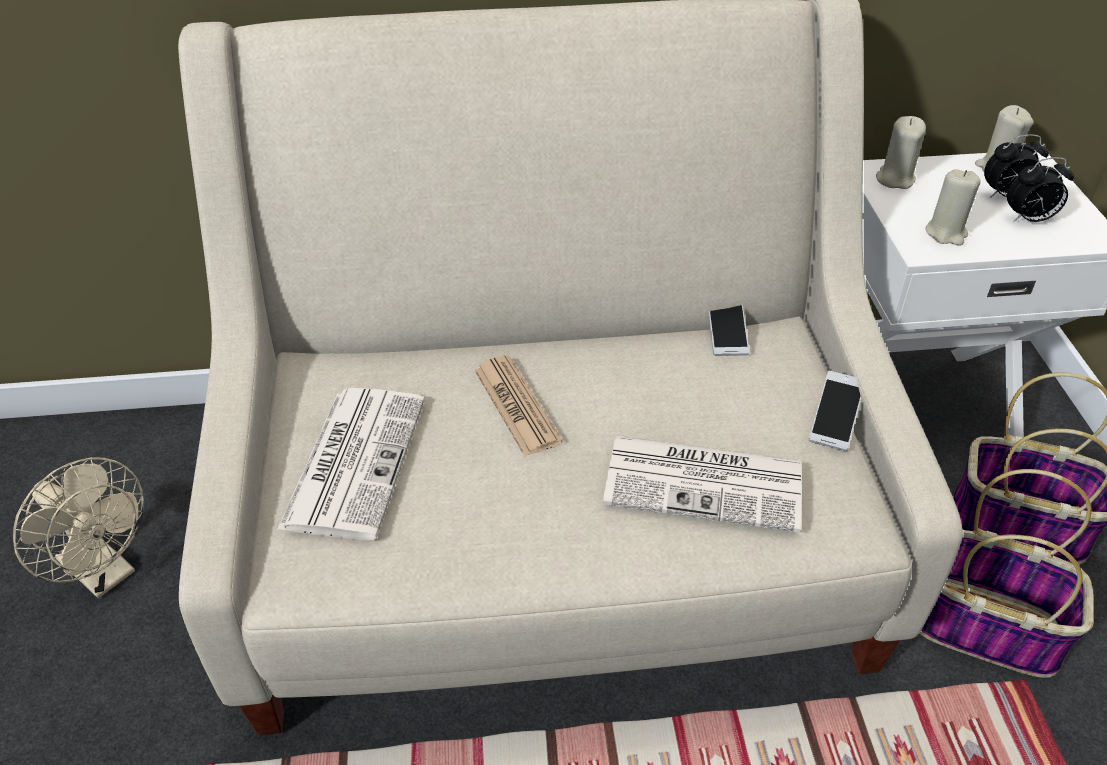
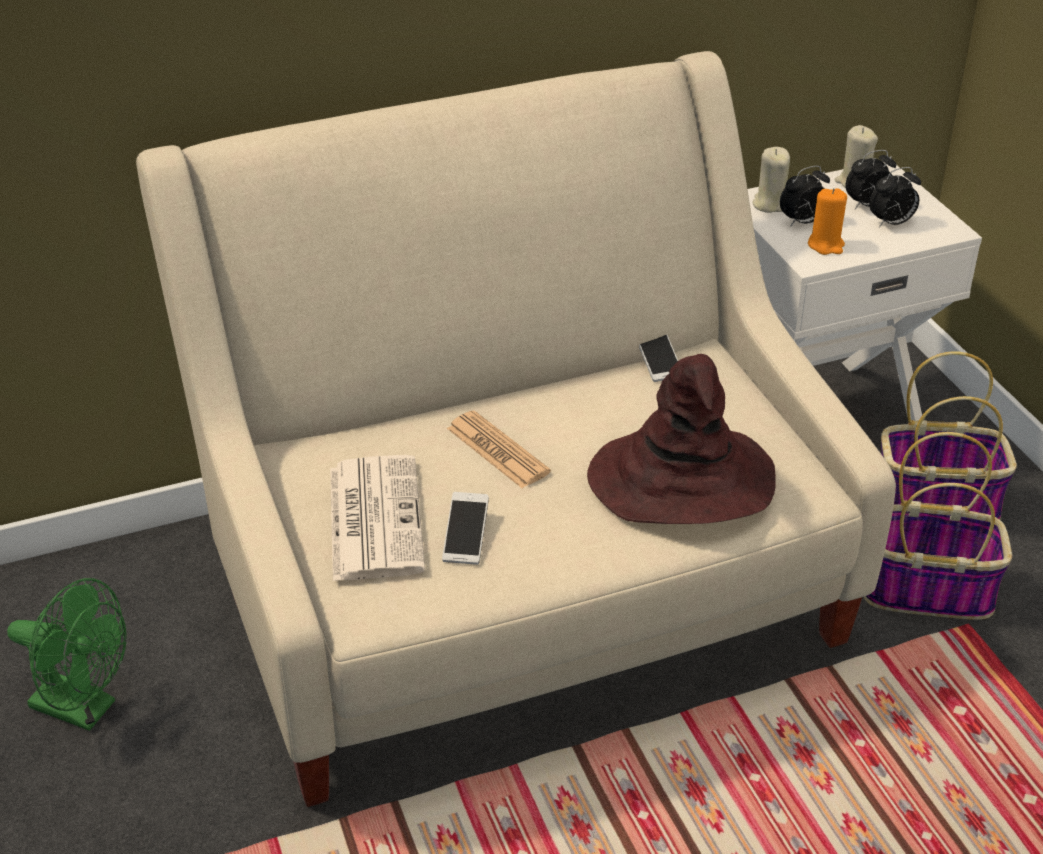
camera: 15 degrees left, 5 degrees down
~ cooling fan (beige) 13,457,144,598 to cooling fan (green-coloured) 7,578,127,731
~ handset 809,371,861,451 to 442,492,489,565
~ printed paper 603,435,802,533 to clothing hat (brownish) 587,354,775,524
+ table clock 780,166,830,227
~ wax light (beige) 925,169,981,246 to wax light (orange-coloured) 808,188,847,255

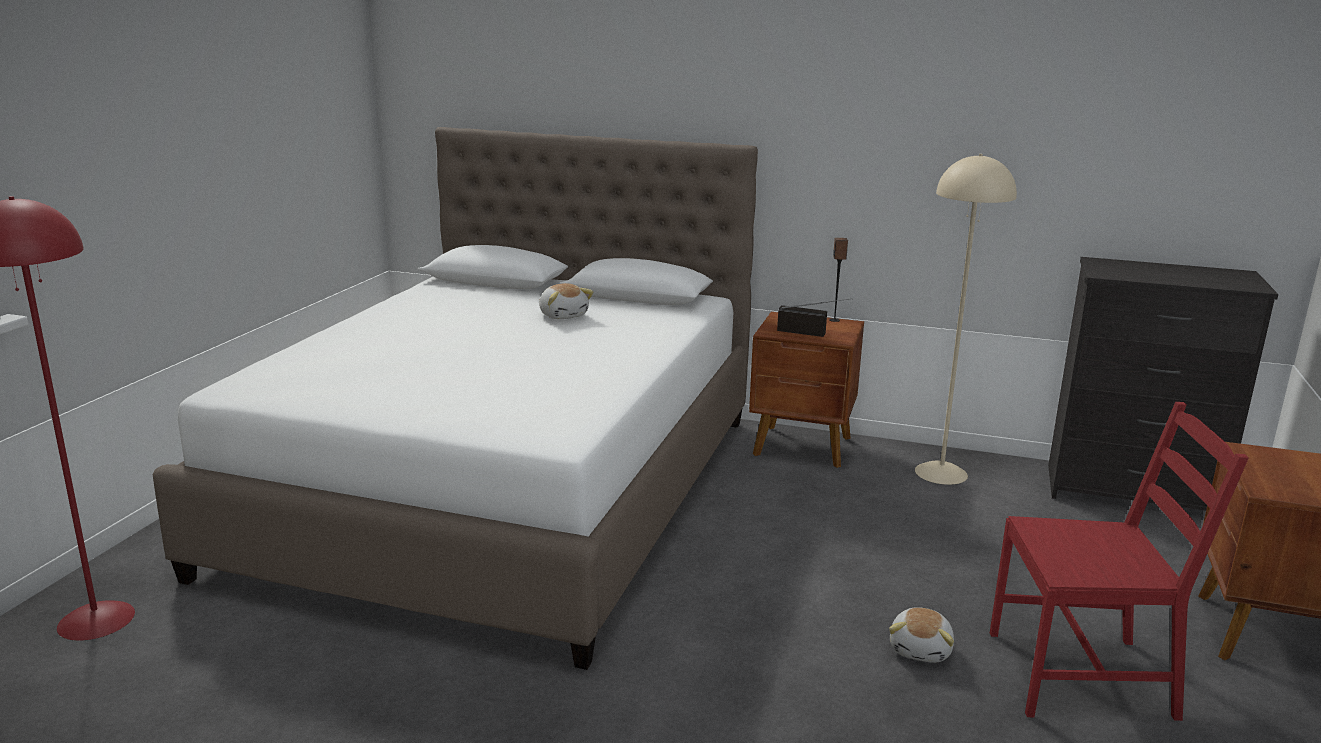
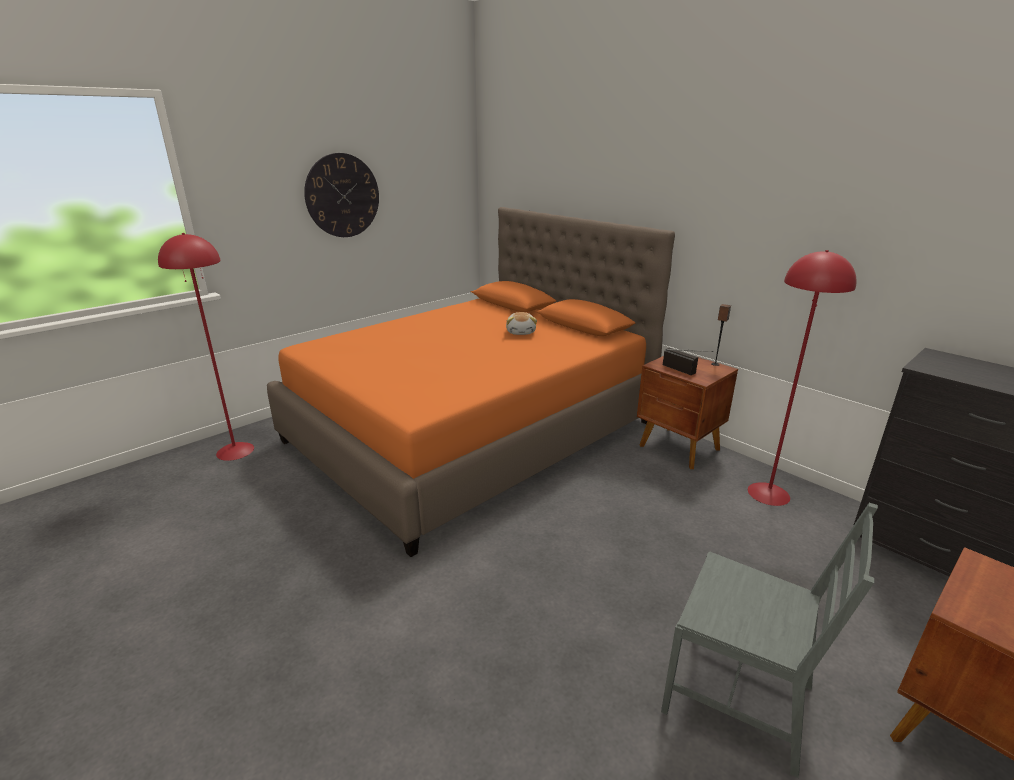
camera: 30 degrees right, 5 degrees up
~ bed (whitish) 153,127,758,670 to bed (orange-coloured) 267,207,675,557
+ hanging clock 304,153,379,237
~ plain chair (reddish) 990,402,1249,721 to plain chair (greyish) 661,503,878,778
~ standing lamp (beige) 915,154,1017,485 to standing lamp (reddish) 748,250,856,506
- plush toy 889,607,954,663

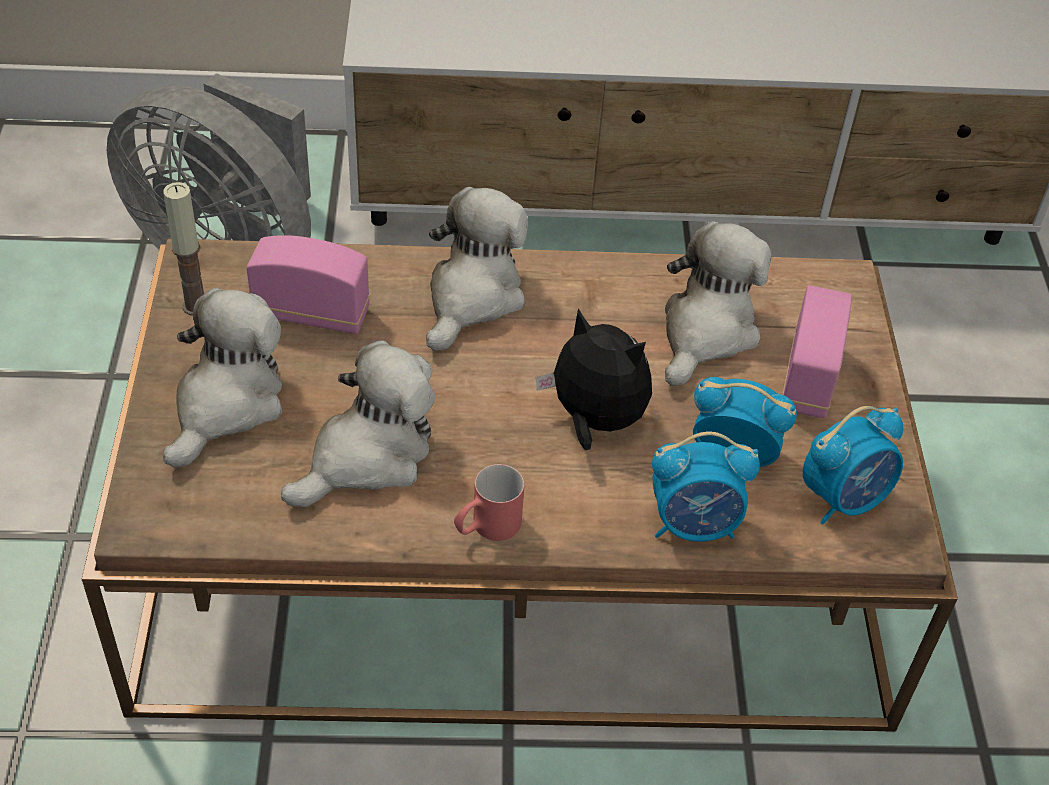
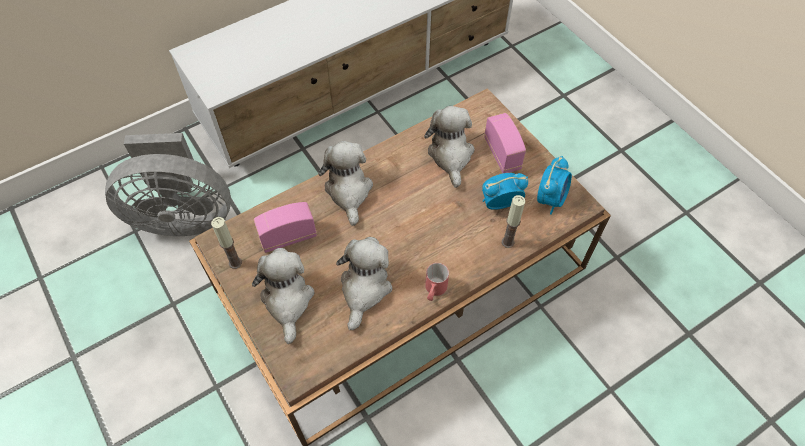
camera: 30 degrees left, 10 degrees up
~ table clock 652,431,760,542 to wax light 502,195,526,248
- plush toy 536,308,652,450

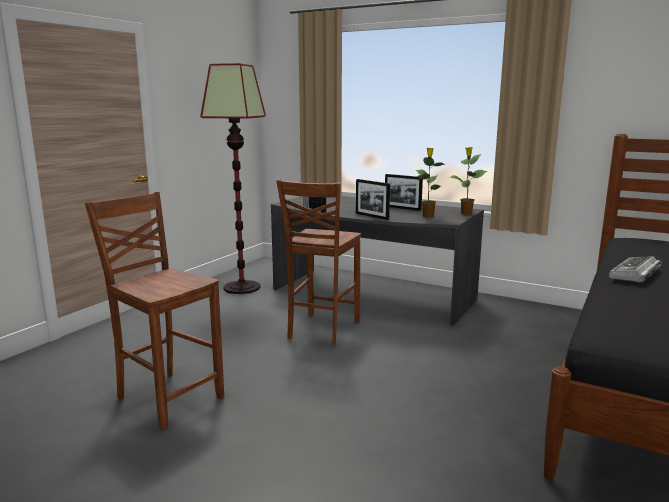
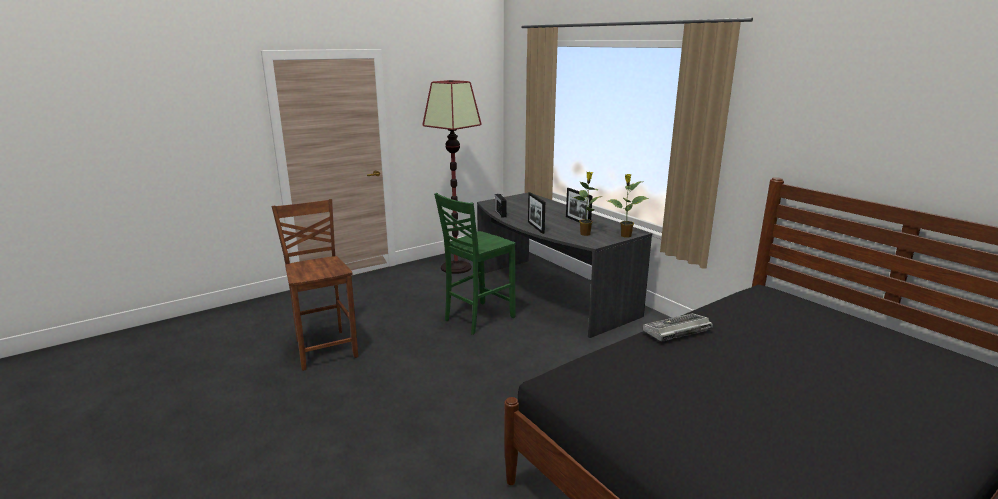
camera: 25 degrees right, 5 degrees up
~ plain chair (brownish) 276,179,361,346 to plain chair (green-coloured) 434,193,516,335

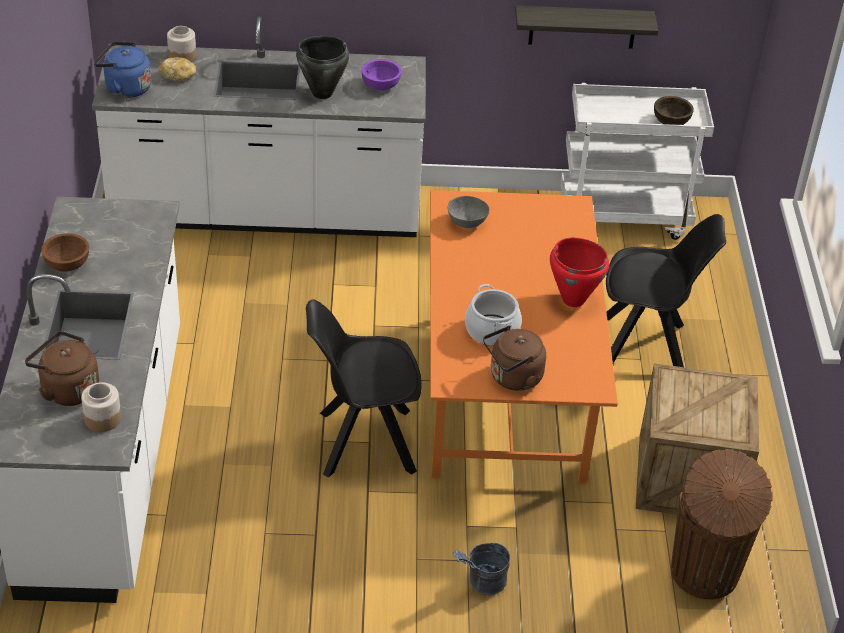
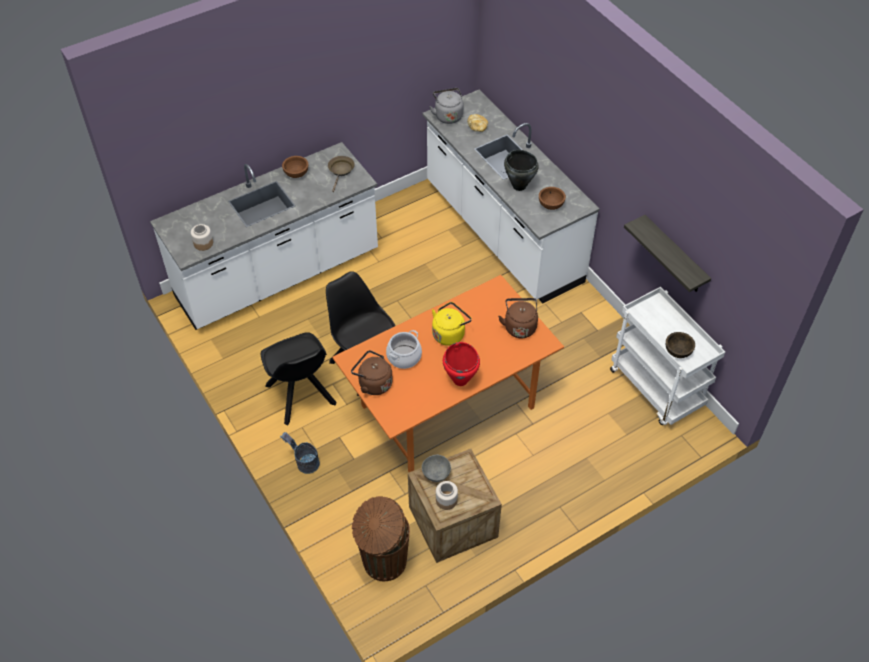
camera: 60 degrees right, 10 degrees up
~ plain chair (black-coloured) 606,214,726,367 to 261,332,337,425
+ frying pan (brownish) 328,156,355,192
~ deep dish (greyish) 448,196,490,228 to 422,455,451,482
~ kettle (blue) 94,42,152,98 to kettle (greyish) 429,88,463,124
+ kettle (yellow) 432,302,472,346
~ jar 167,26,196,62 to 436,481,458,510
~ kettle (brownish) 25,331,99,406 to 498,298,538,338
~ deep dish (purplish) 361,59,402,90 to deep dish (brownish) 539,187,566,210

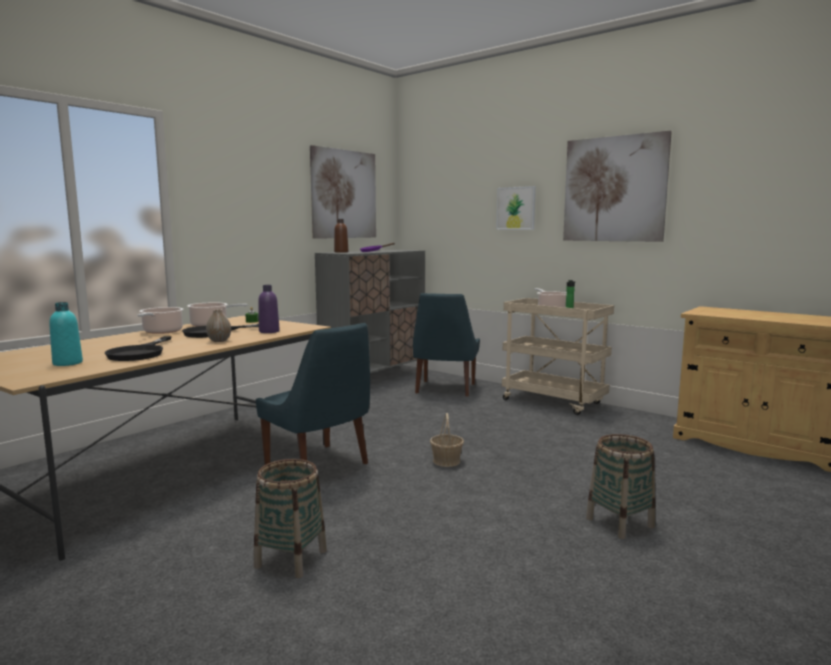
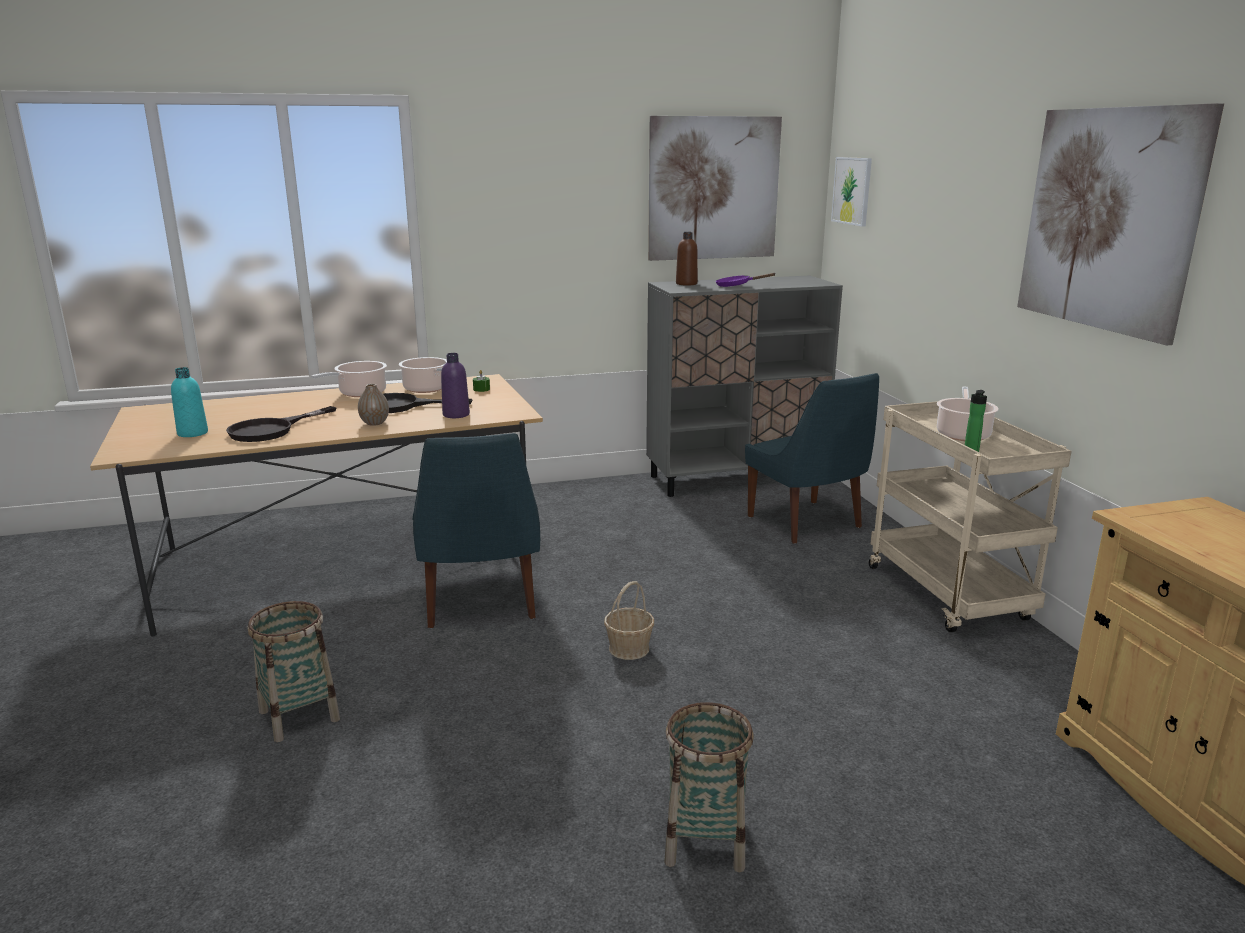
camera: 35 degrees right, 10 degrees up
~ plain chair (blue) 413,293,480,397 = 745,373,879,544 75 degrees counterclockwise
~ wall art 496,186,536,230 to 831,157,872,227

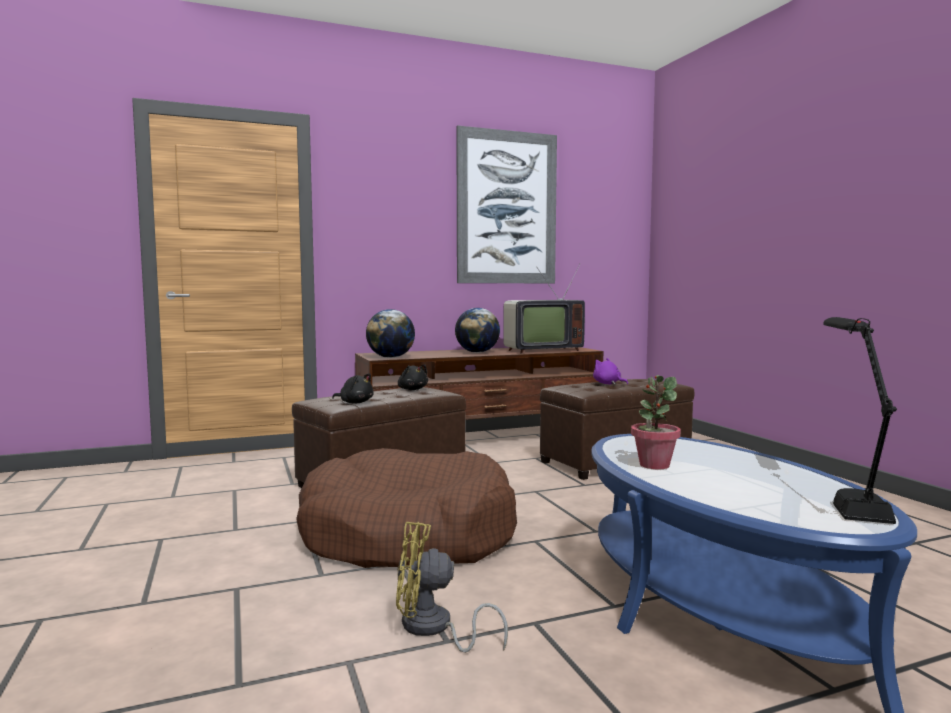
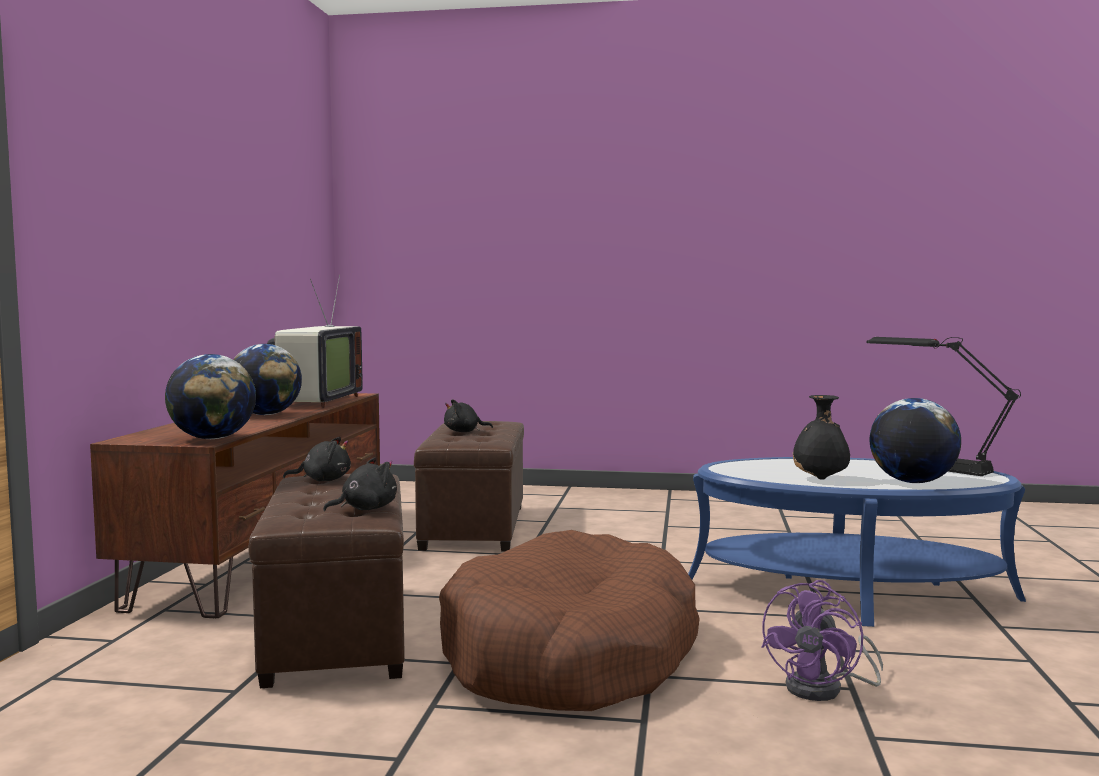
camera: 60 degrees left, 0 degrees up
~ plush toy (purplish) 593,358,628,385 to plush toy (black-coloured) 444,399,493,432
~ cooling fan (yellow) 396,522,508,653 to cooling fan (purplish) 761,580,883,701
~ houseplant 631,375,681,469 to decorative vase (black-coloured) 793,395,850,480
+ desk globe 870,398,961,483
- wall art 456,125,557,283

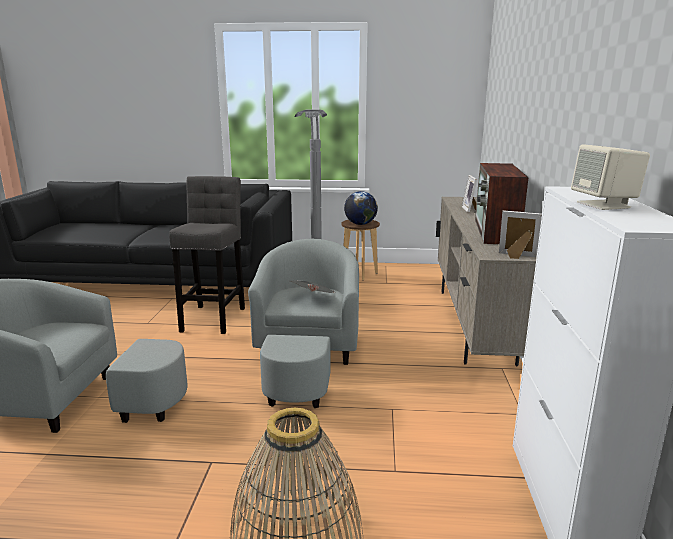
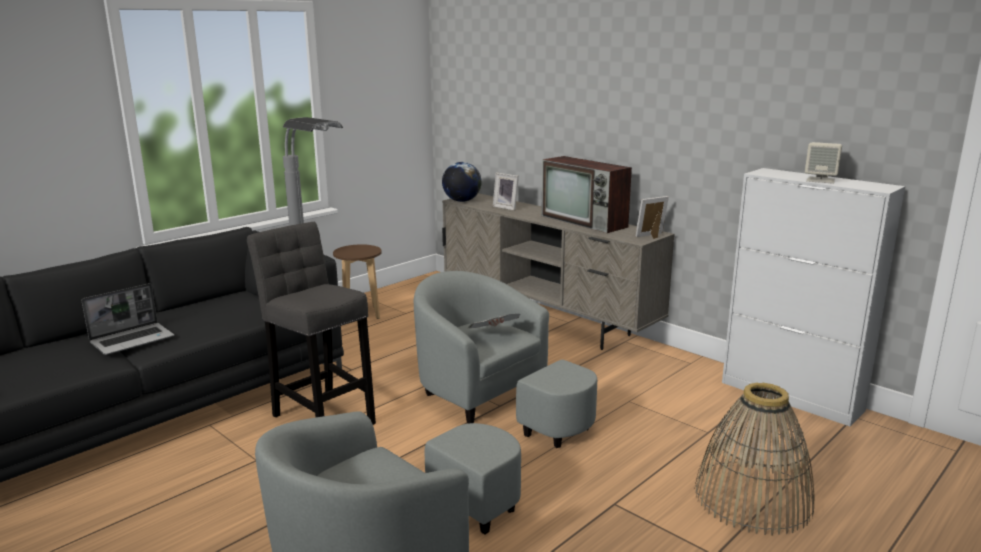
camera: 50 degrees left, 0 degrees up
+ portable computer 82,283,174,355
~ desk globe 344,191,378,225 to 442,162,482,202

